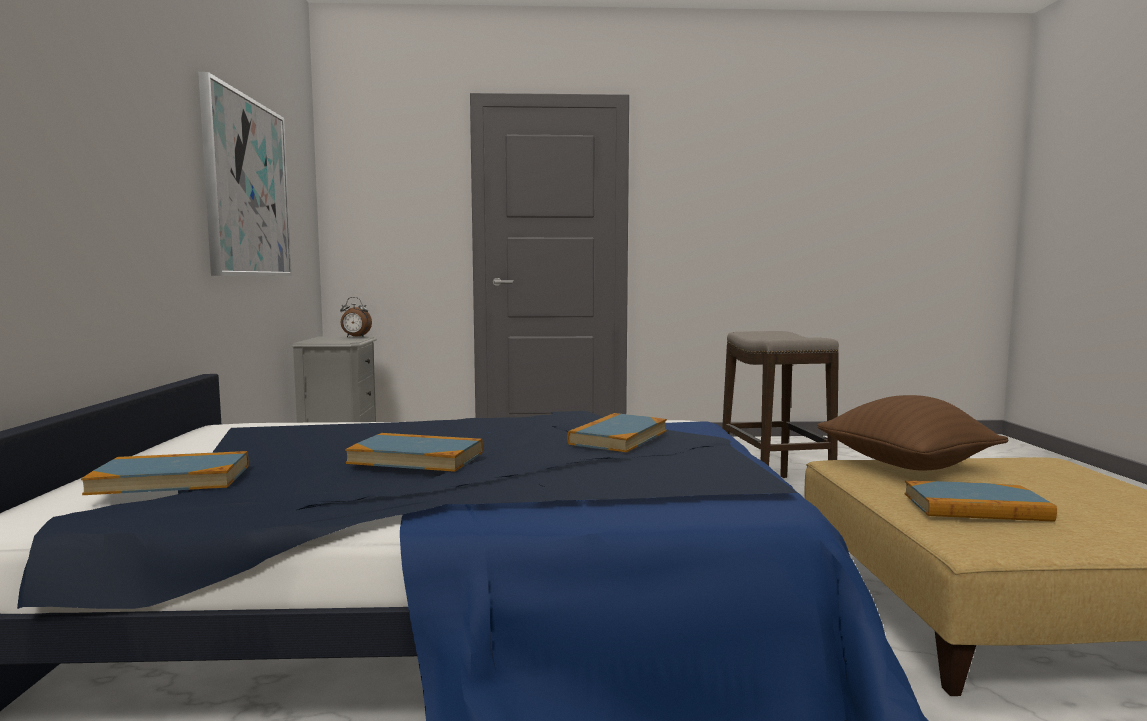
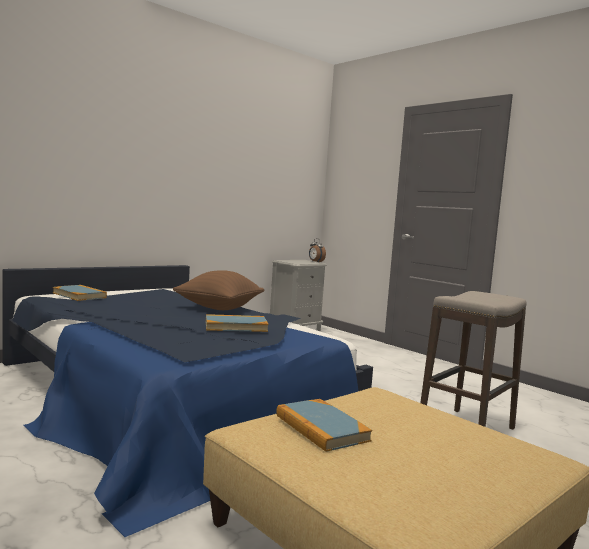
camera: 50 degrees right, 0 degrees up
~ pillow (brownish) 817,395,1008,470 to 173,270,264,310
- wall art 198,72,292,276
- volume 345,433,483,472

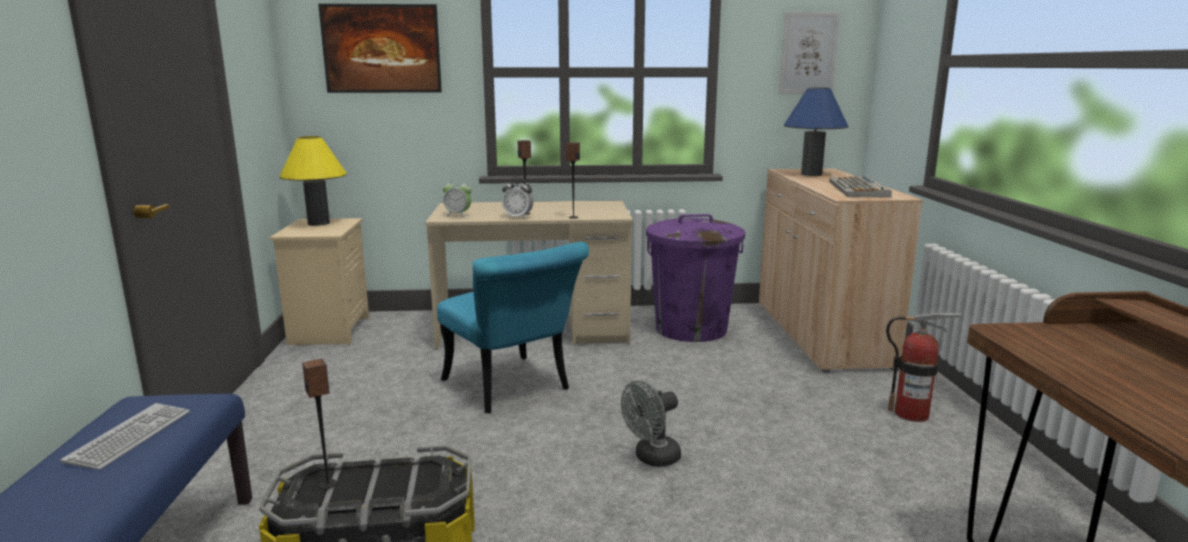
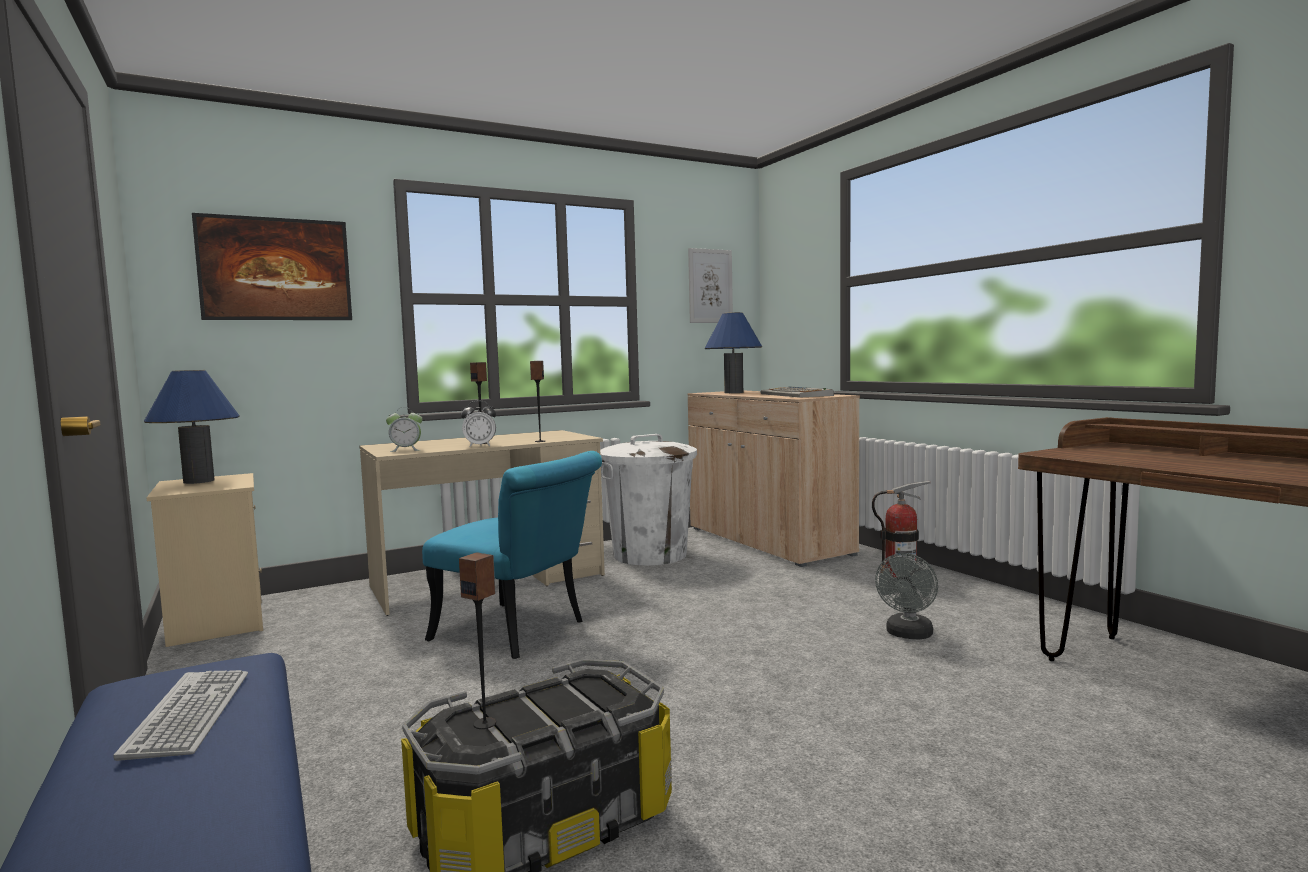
camera: 25 degrees left, 10 degrees down
~ lamp for a table (yellow) 279,136,347,226 to lamp for a table (blue) 144,370,240,484
~ trash can (purplish) 646,214,745,342 to trash can (whitish) 600,434,697,565
~ cooling fan (greyish) 621,380,681,467 to 875,553,938,640

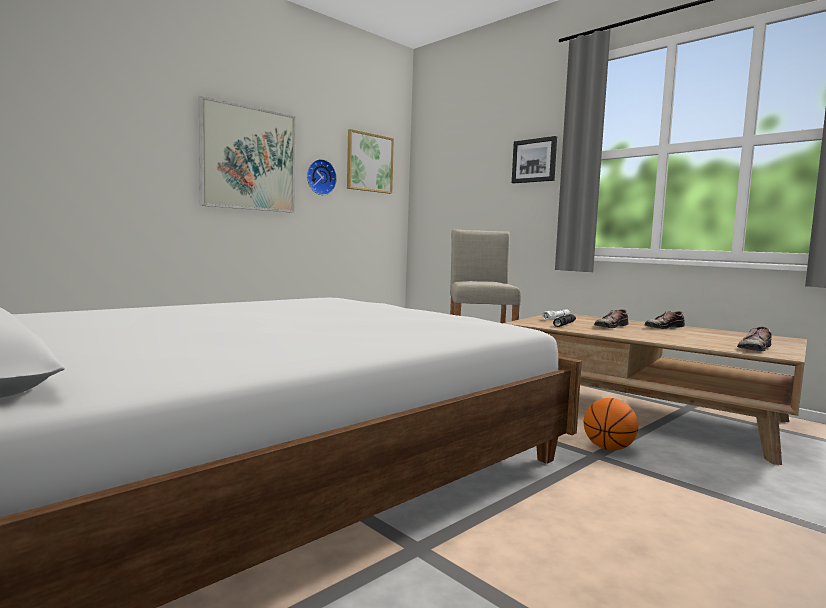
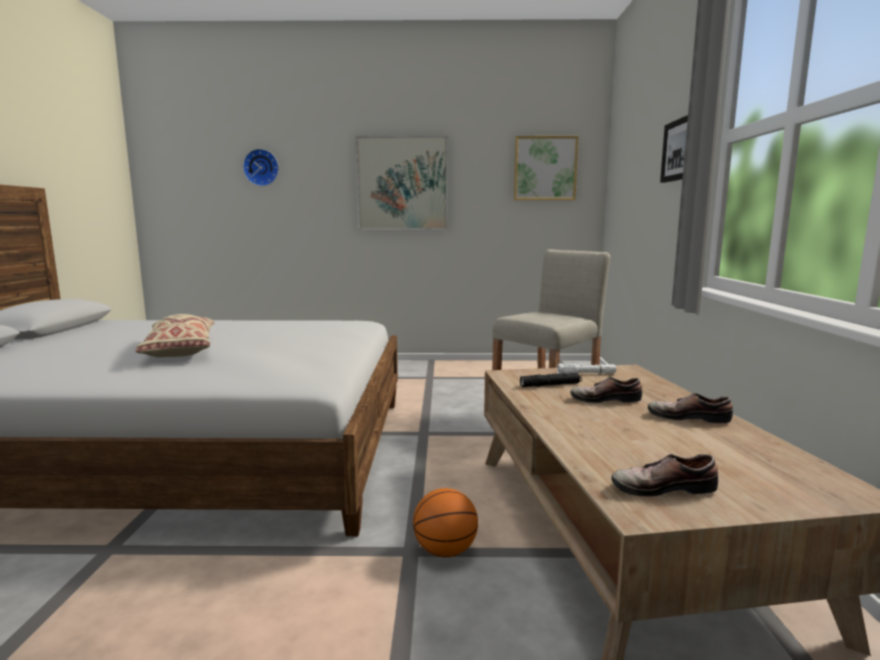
camera: 45 degrees right, 5 degrees up
+ pillow (beige) 135,314,214,357
~ hanging clock 307,159,337,195 to 243,149,279,186

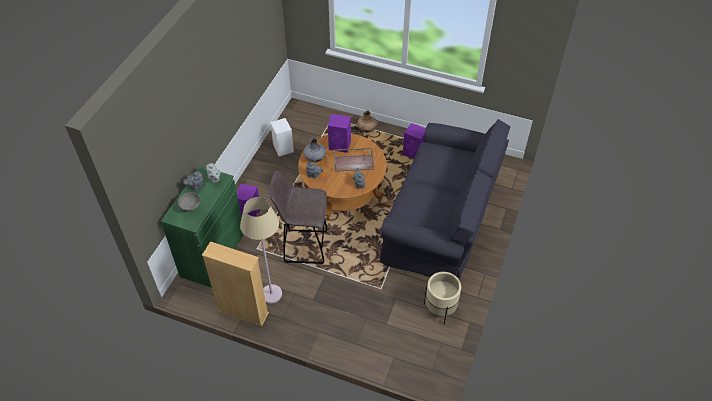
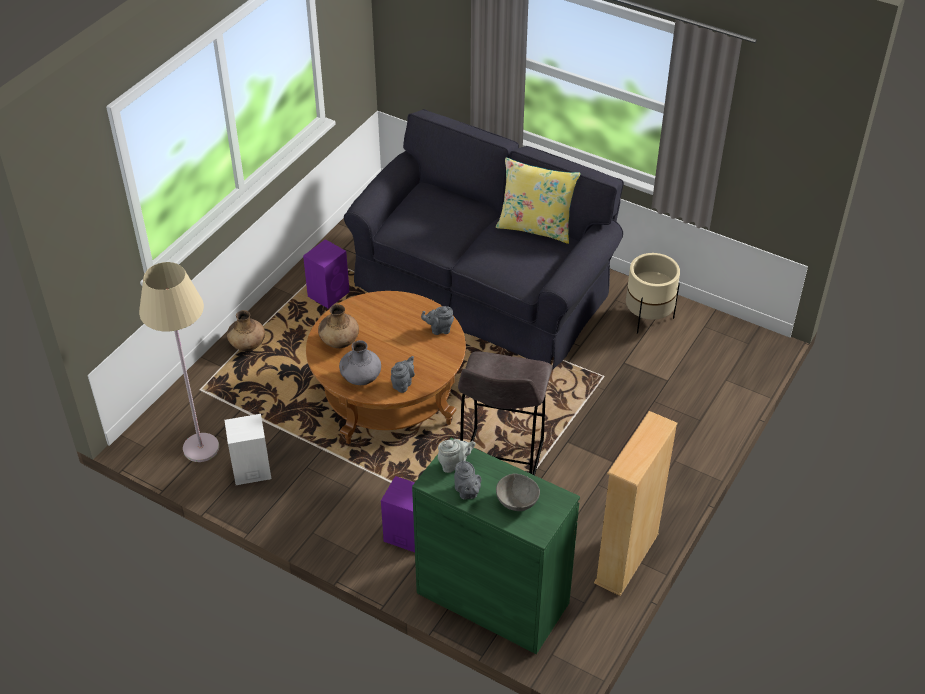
camera: 80 degrees left, 5 degrees down
~ standing lamp (beige) 240,197,282,304 to 139,262,219,462
~ loudspeaker (purplish) 328,114,351,153 to decorative vase (brownish) 318,304,359,348
+ pillow (yellow) 496,157,581,244
- serving tray (brownish) 334,148,374,172

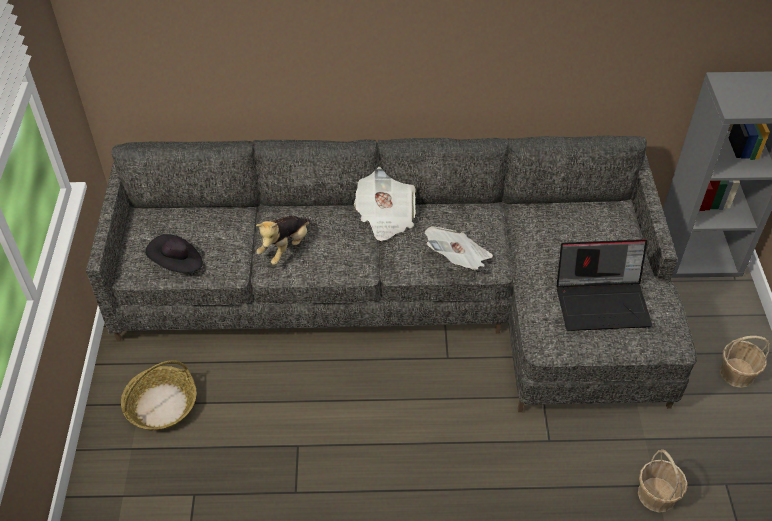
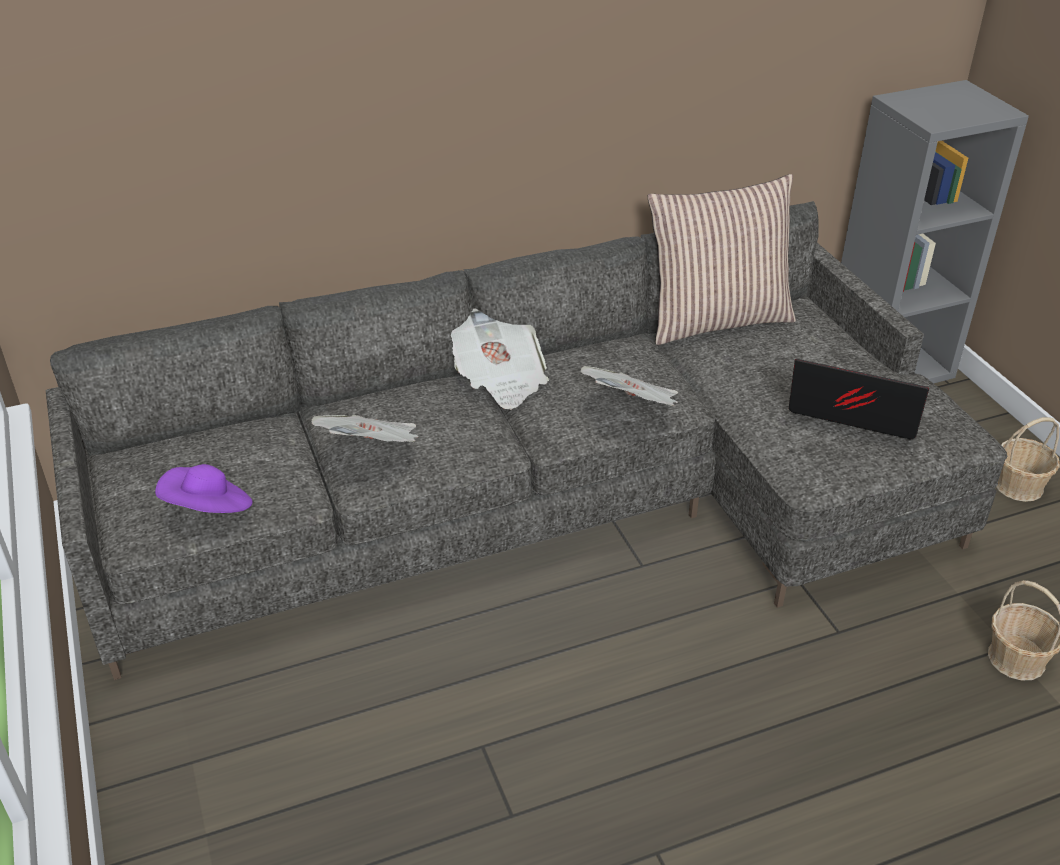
camera: 20 degrees left, 10 degrees down
~ clothing hat (black-coloured) 145,234,203,273 to clothing hat (purplish) 155,464,253,513
~ plush toy 256,216,310,265 to printed paper 311,415,419,442
+ pillow 648,174,796,345
~ portable computer 556,239,652,331 = 789,359,929,439 135 degrees counterclockwise
- basket 121,360,197,430

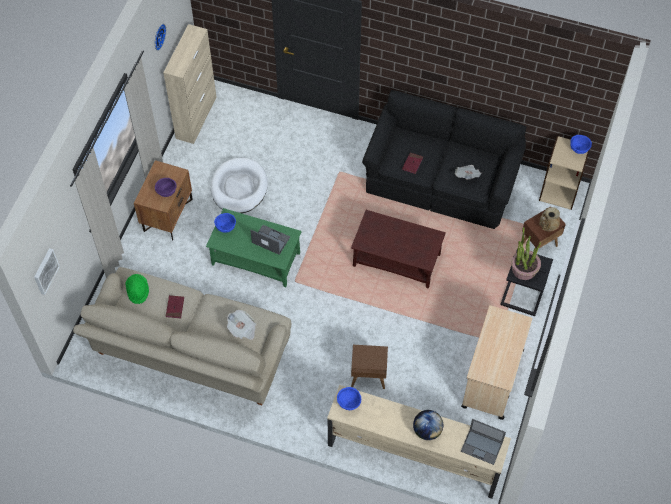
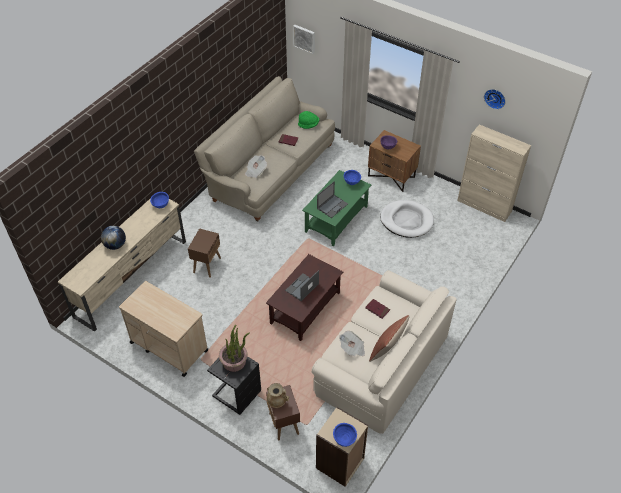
camera: 105 degrees right, 10 degrees down
~ portable computer 461,419,506,465 to 285,270,319,301
~ couch (black-coloured) 362,90,526,229 to couch (beige) 312,270,456,434
+ pillow 369,315,410,362

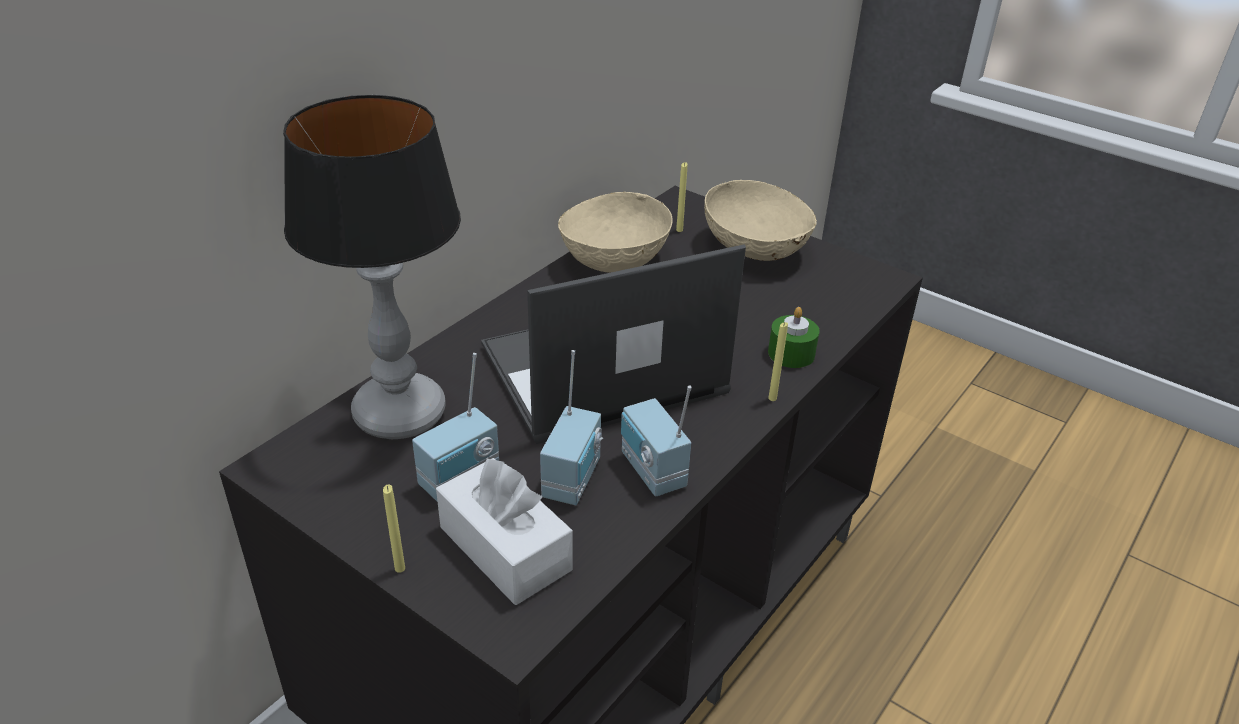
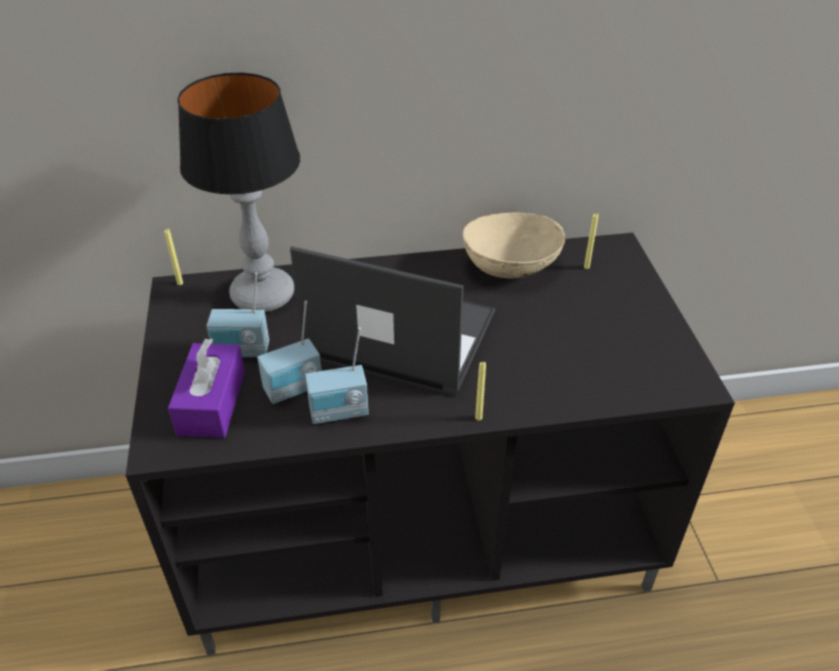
camera: 45 degrees right, 5 degrees up
~ wax light (yellow) 383,484,405,573 to 164,229,183,285
~ box of tissues (whitish) 436,458,572,605 to box of tissues (purplish) 168,339,245,438
~ radio 621,386,692,497 = 305,327,369,424 120 degrees counterclockwise
- deep dish (beige) 704,180,817,261
- wax light (green-coloured) 768,307,820,368

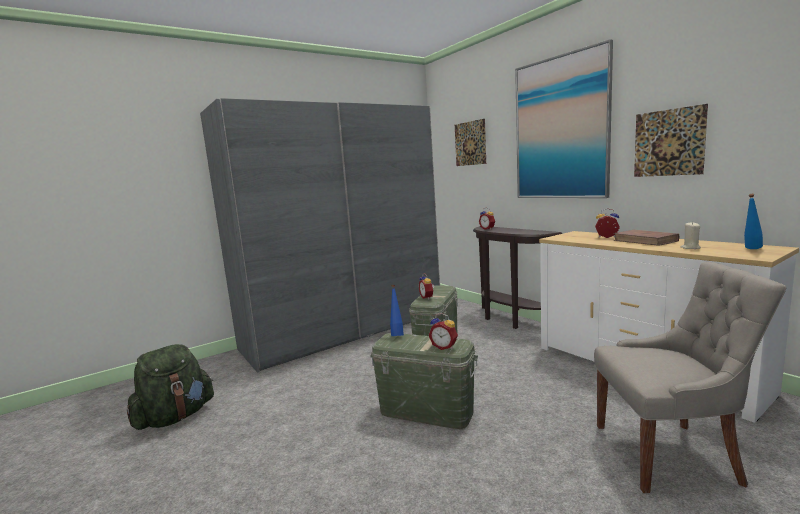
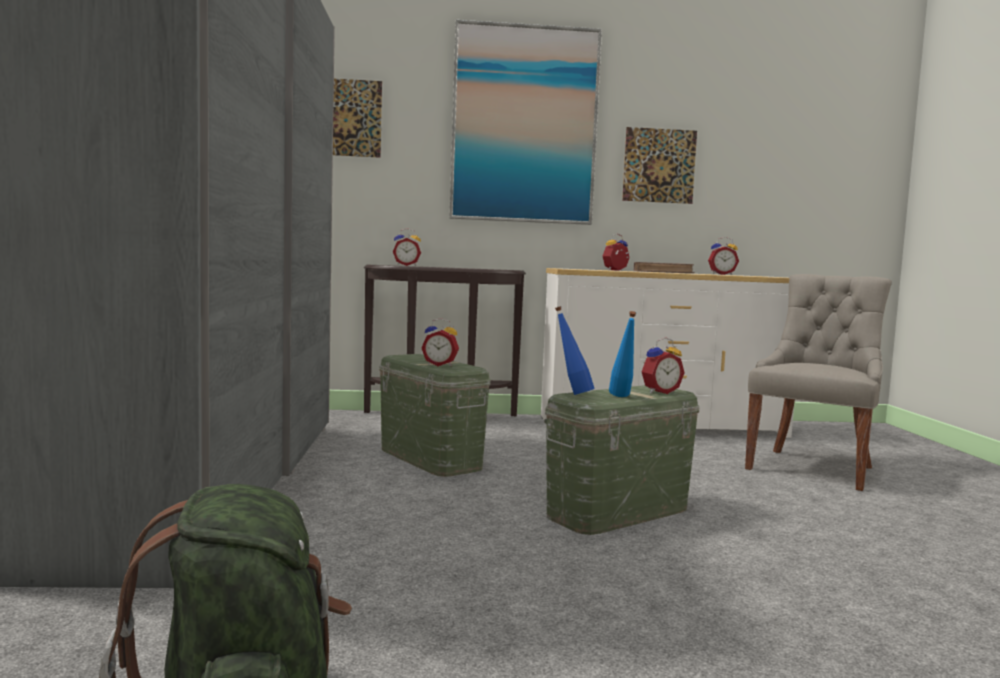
camera: 60 degrees left, 5 degrees down
~ drink bottle (blue) 744,194,763,249 to 609,311,636,397
~ wax light (beige) 681,222,701,249 to table clock 708,237,739,275

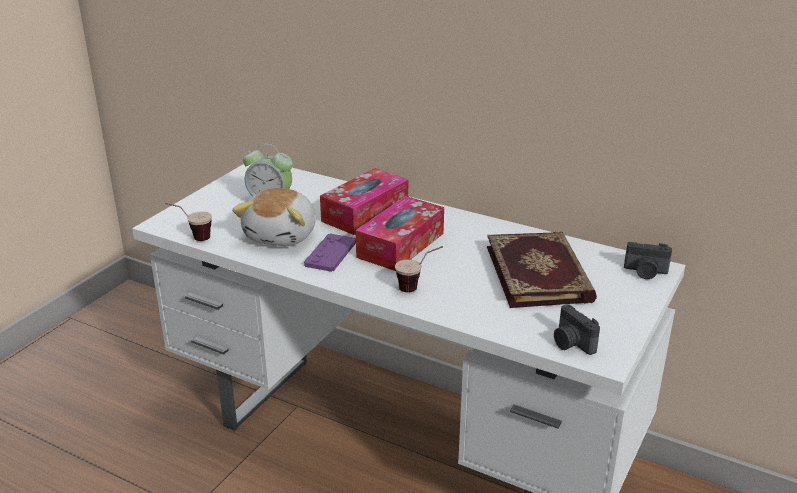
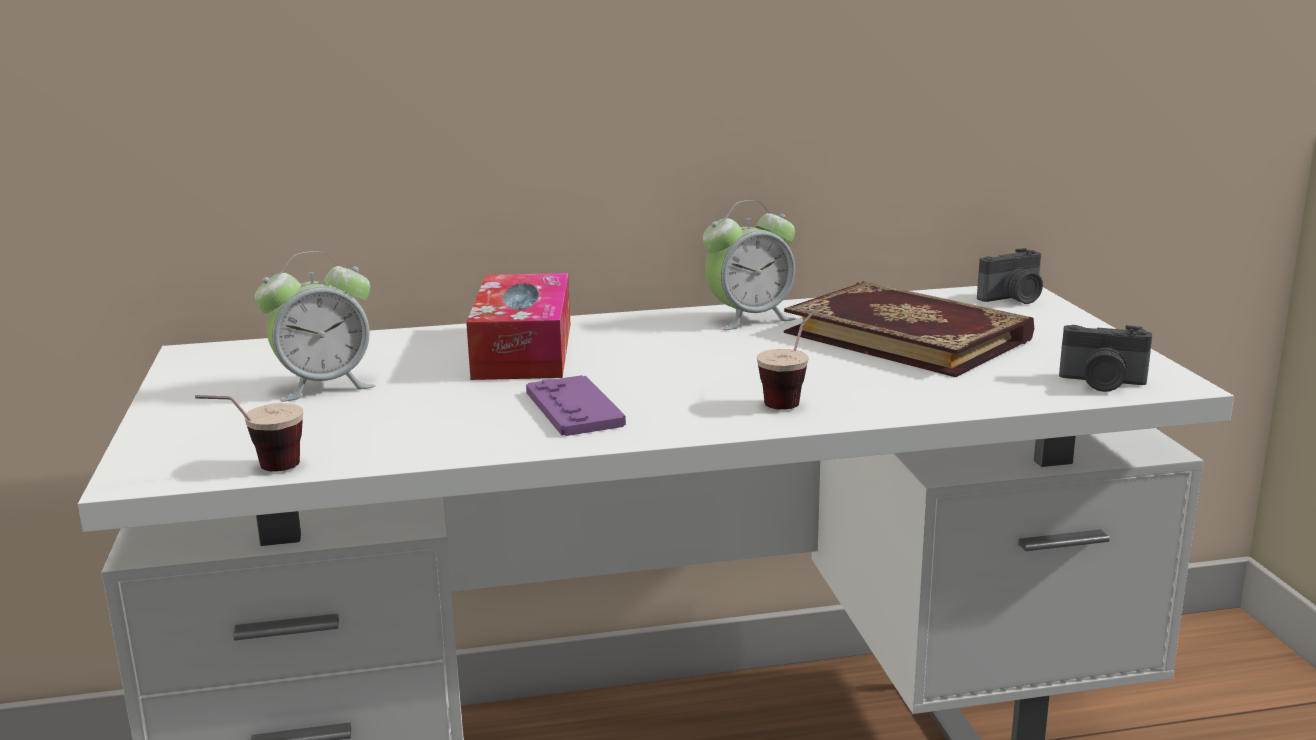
camera: 40 degrees left, 10 degrees down
+ table clock 703,200,796,330
- plush toy 232,188,315,246
- box of tissues 356,196,444,271

